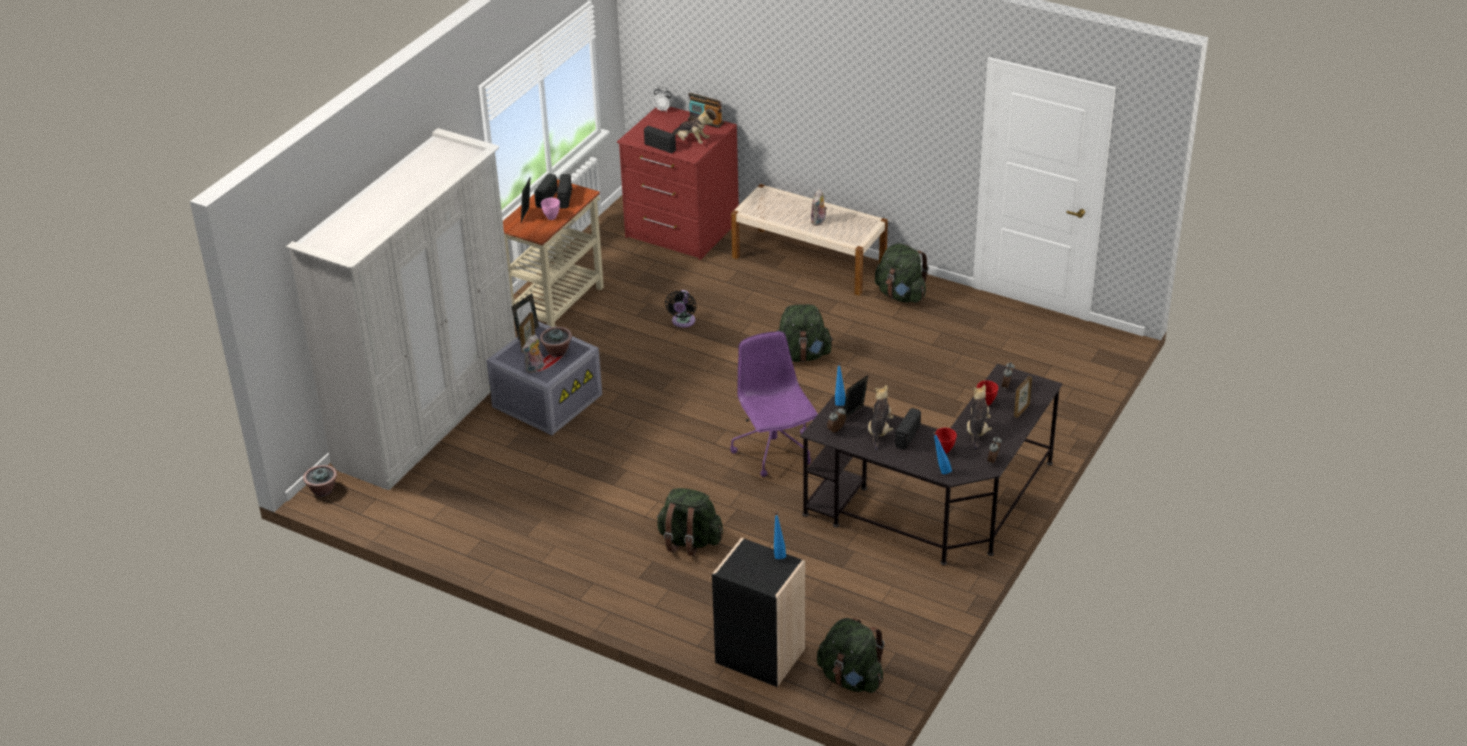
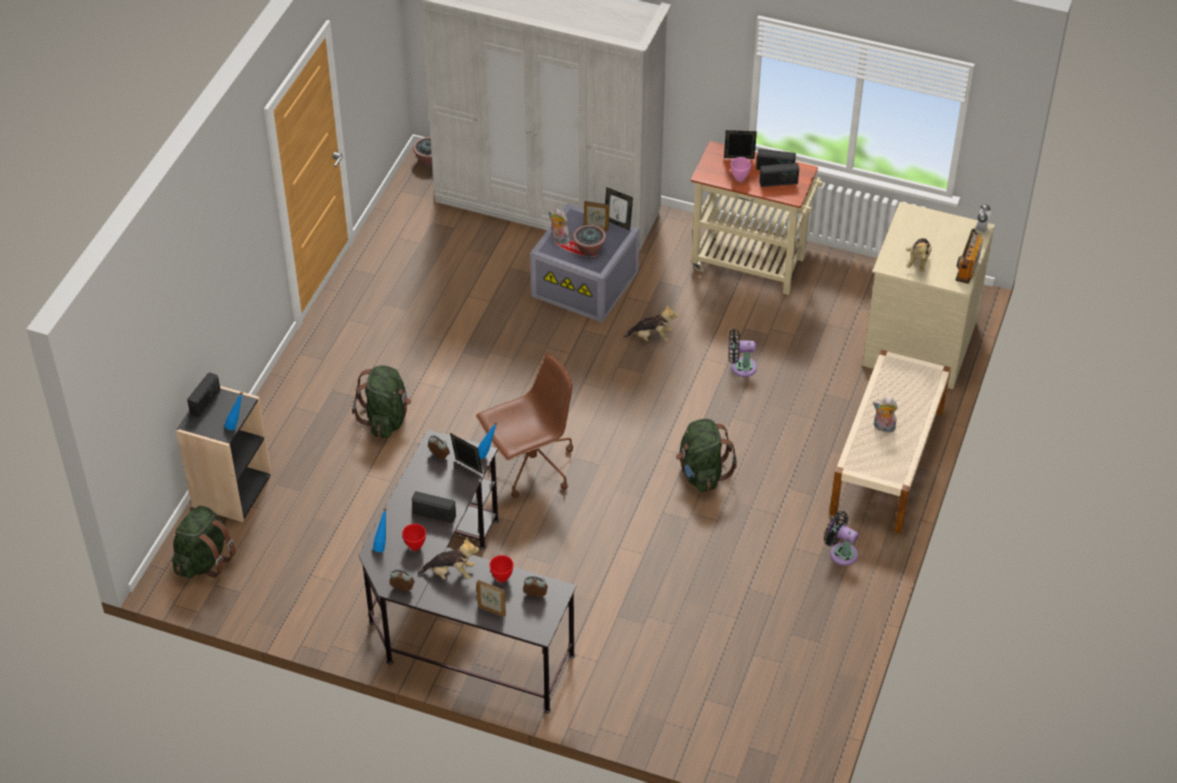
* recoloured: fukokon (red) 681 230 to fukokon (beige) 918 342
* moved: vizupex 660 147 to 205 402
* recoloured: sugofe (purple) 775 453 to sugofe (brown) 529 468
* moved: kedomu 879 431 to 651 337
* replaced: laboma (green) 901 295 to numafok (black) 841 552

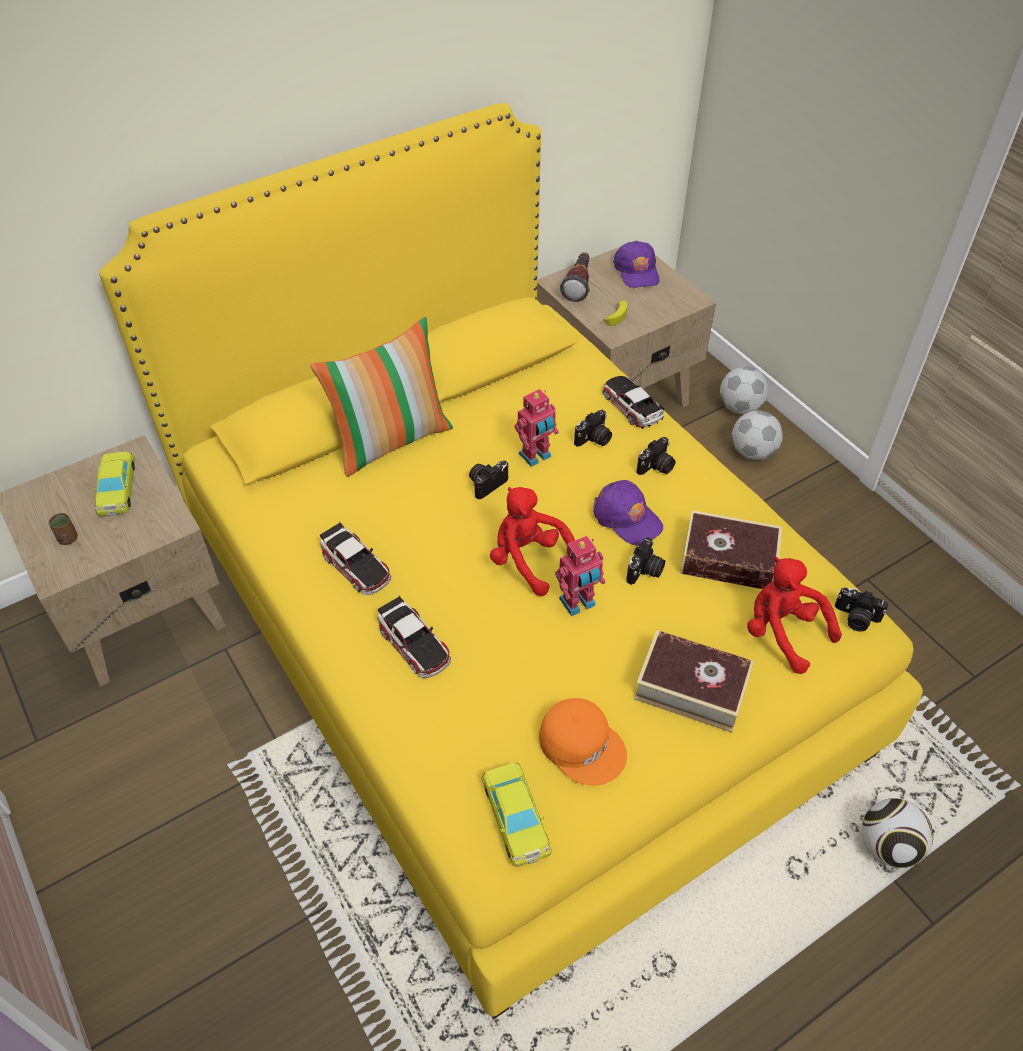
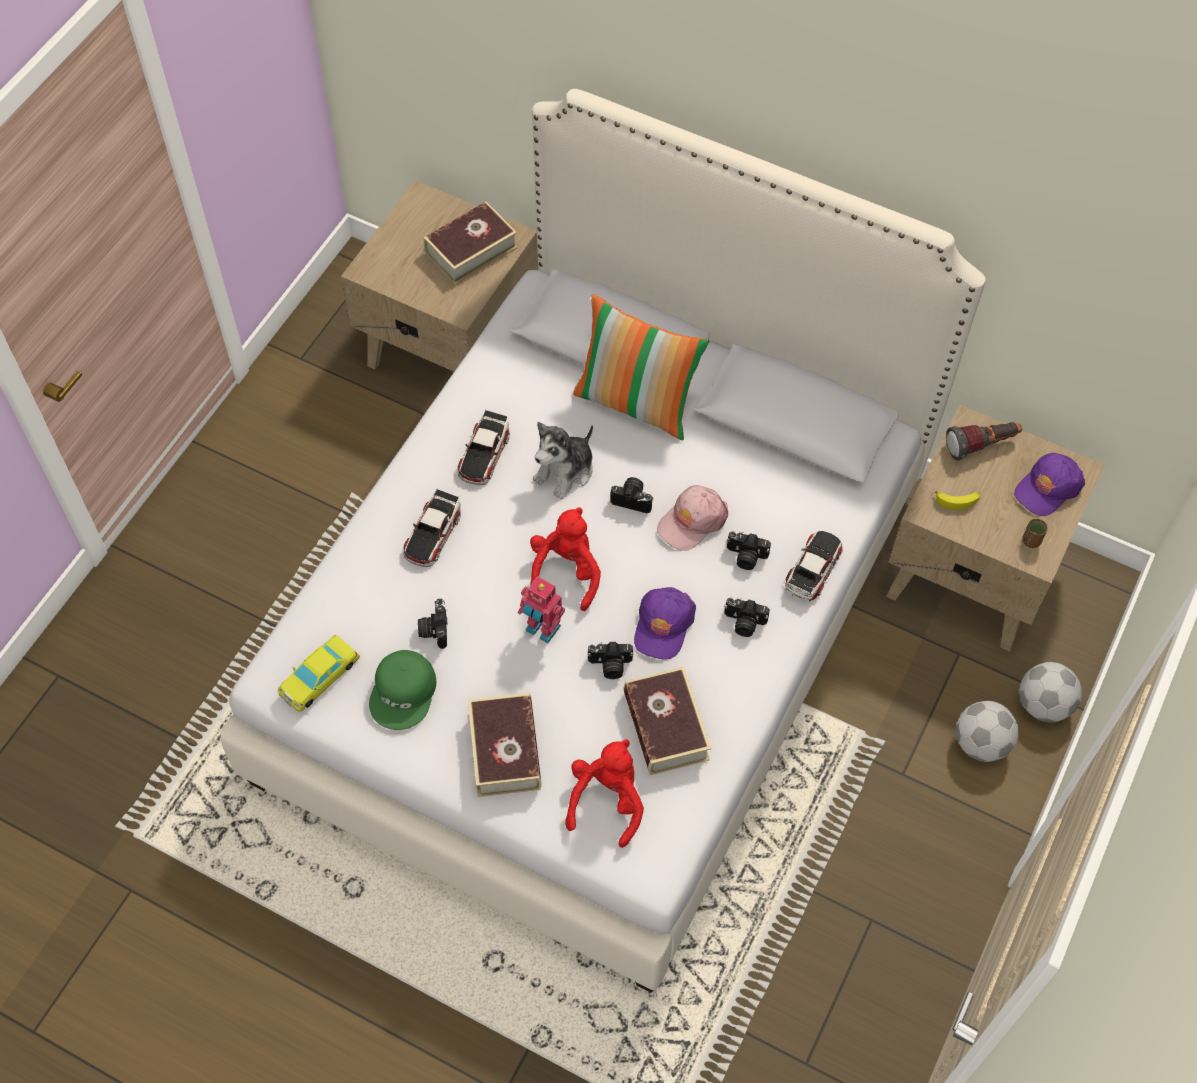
* moved: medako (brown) 68 539 to 1031 541
* replaced: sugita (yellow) 116 488 to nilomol 471 250
* recoloured: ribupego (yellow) 509 635 to ribupego (white) 596 628
* replaced: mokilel 536 456 to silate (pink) 692 521
* recoloured: silate (orange) 582 744 to silate (green) 404 693
* moved: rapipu 855 618 to 434 629
* removed: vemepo 888 847
* added: kedomu 565 471

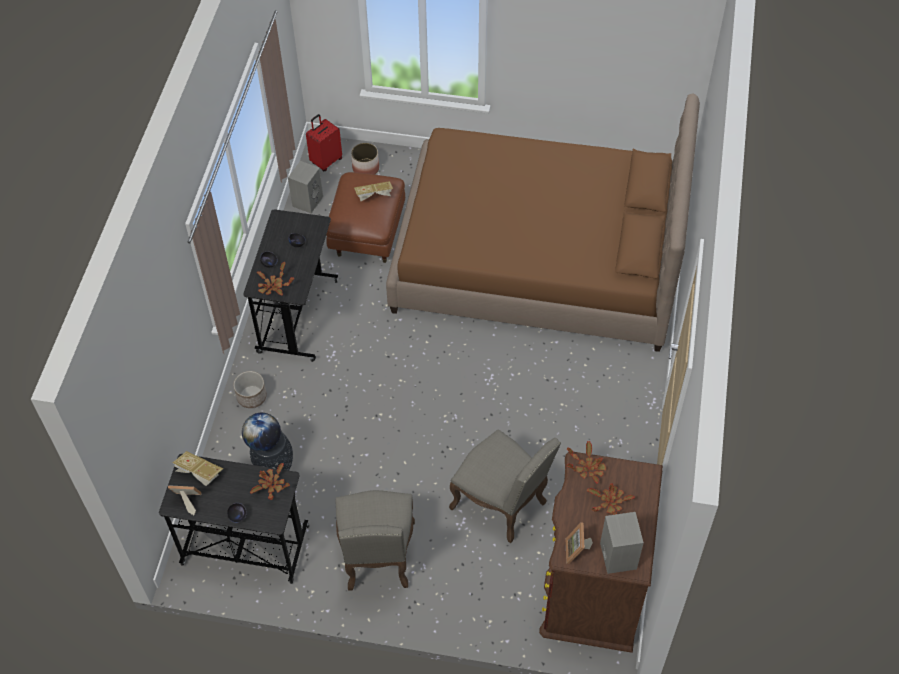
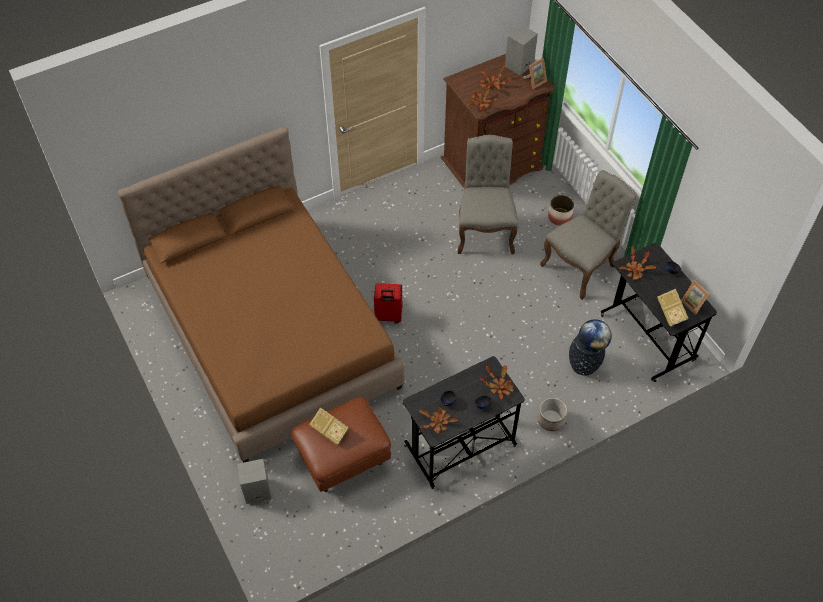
* moved: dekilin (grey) 307 201 to 256 492
* moved: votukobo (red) 326 161 to 388 316
* moved: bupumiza 365 168 to 560 217
* added: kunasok 437 423

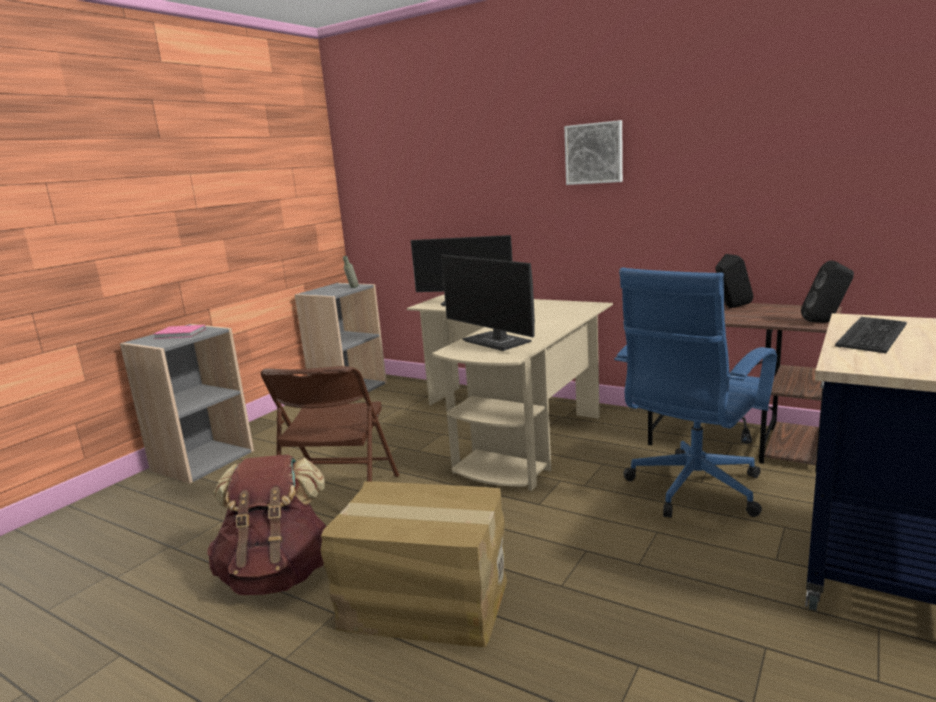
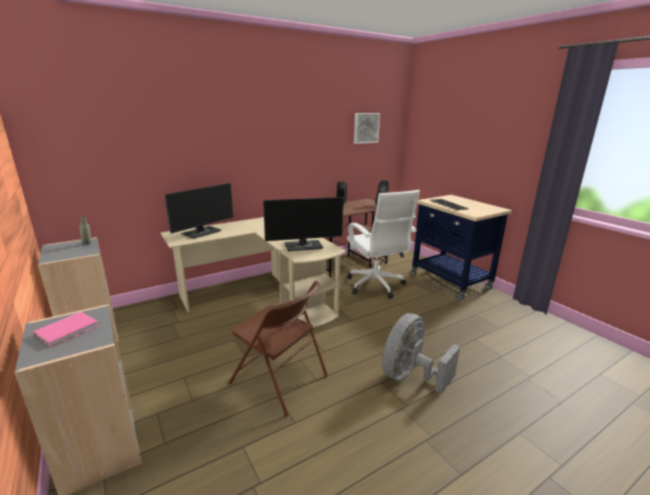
* removed: laboma (brown) 278 574
* replaced: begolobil 424 603 to numafok (grey) 410 376
* moved: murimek 594 153 to 365 128
* recoloured: sugofe (blue) 692 491 to sugofe (white) 376 286

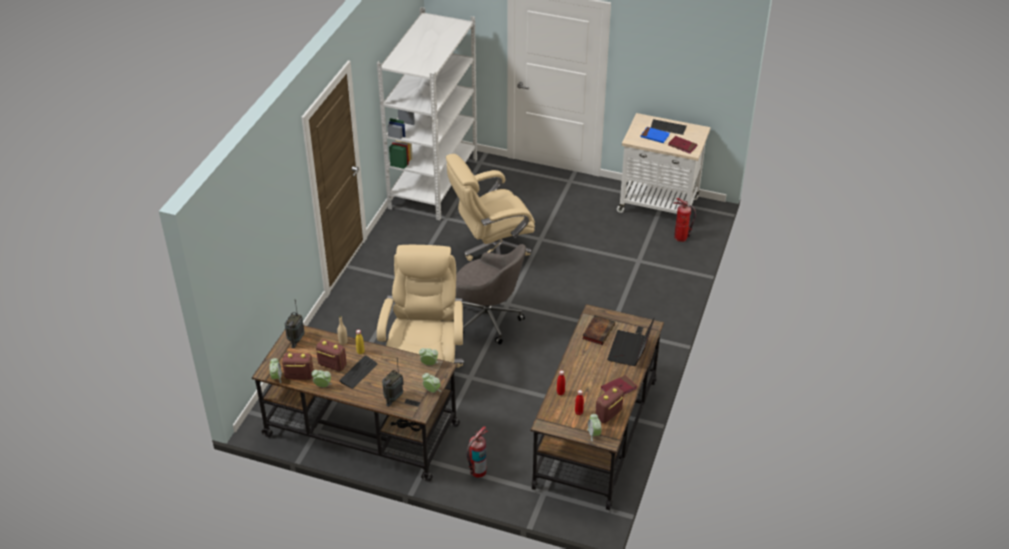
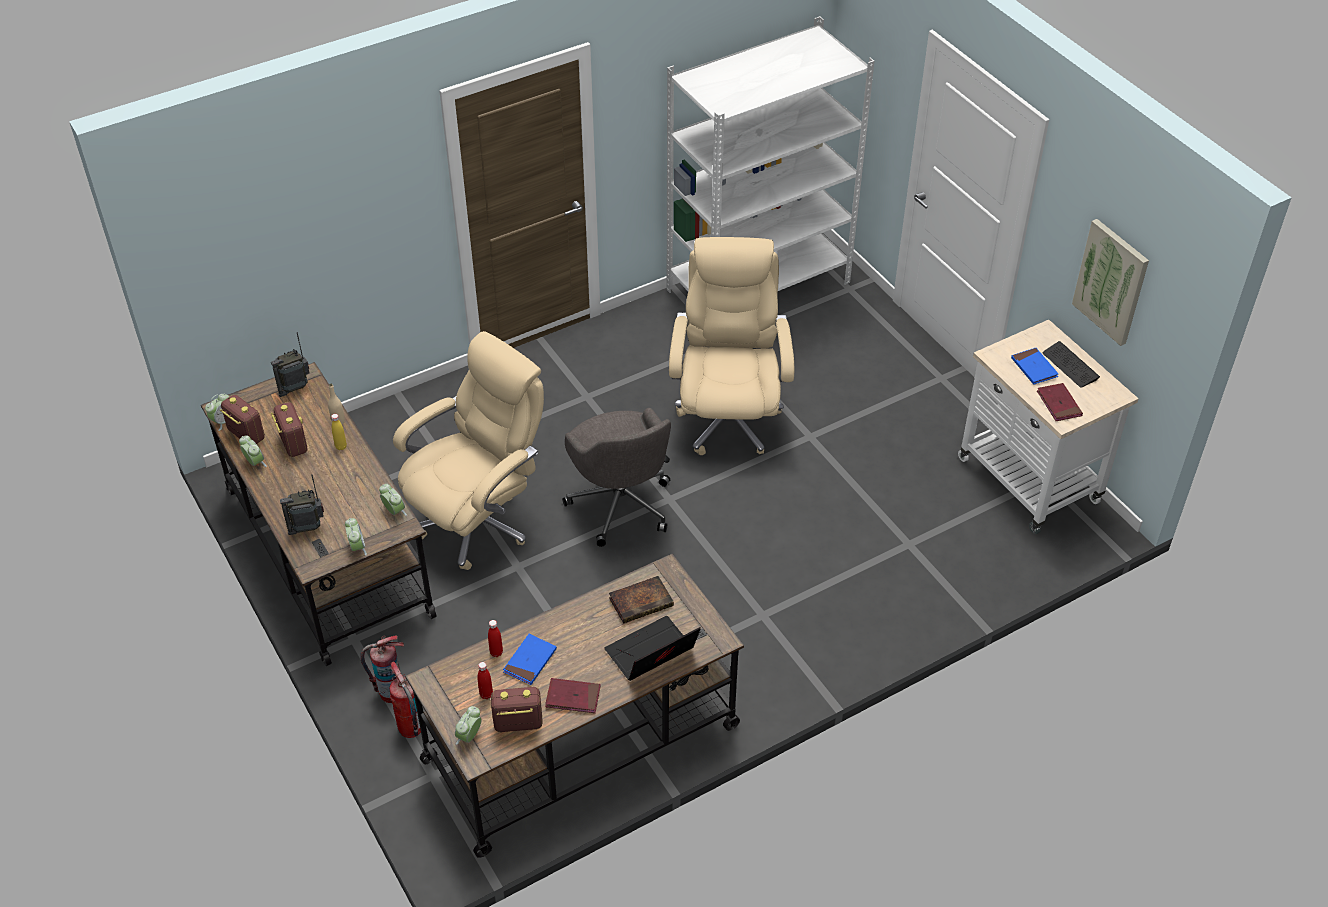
* removed: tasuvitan 358 373
* turned: sugofe (beige) 492 252 = 728 418 75 degrees clockwise
* moved: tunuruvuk 680 238 to 410 728
* added: nilomol (blue) 530 661
* added: murimek 1111 281

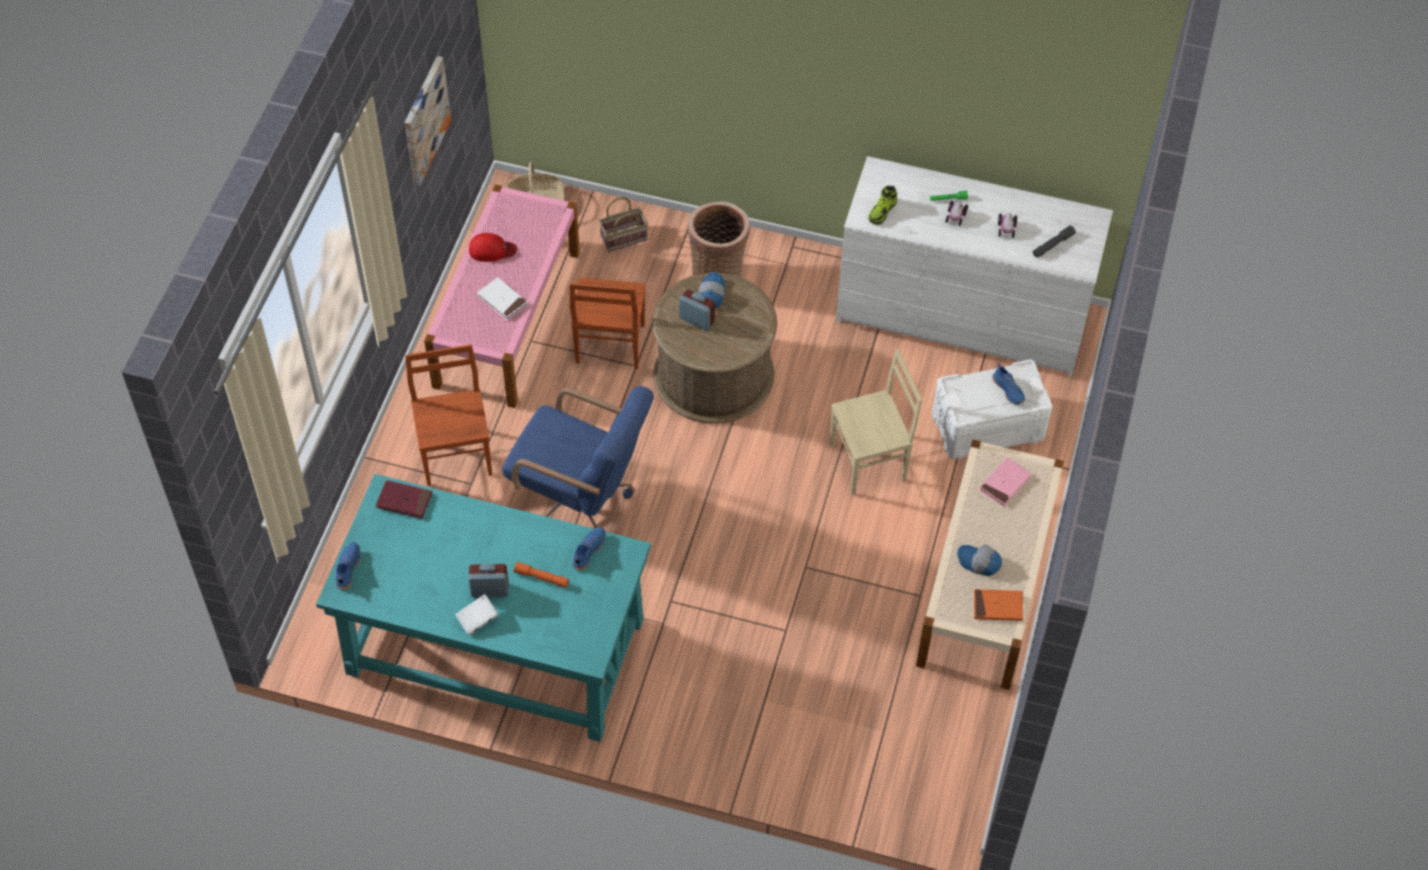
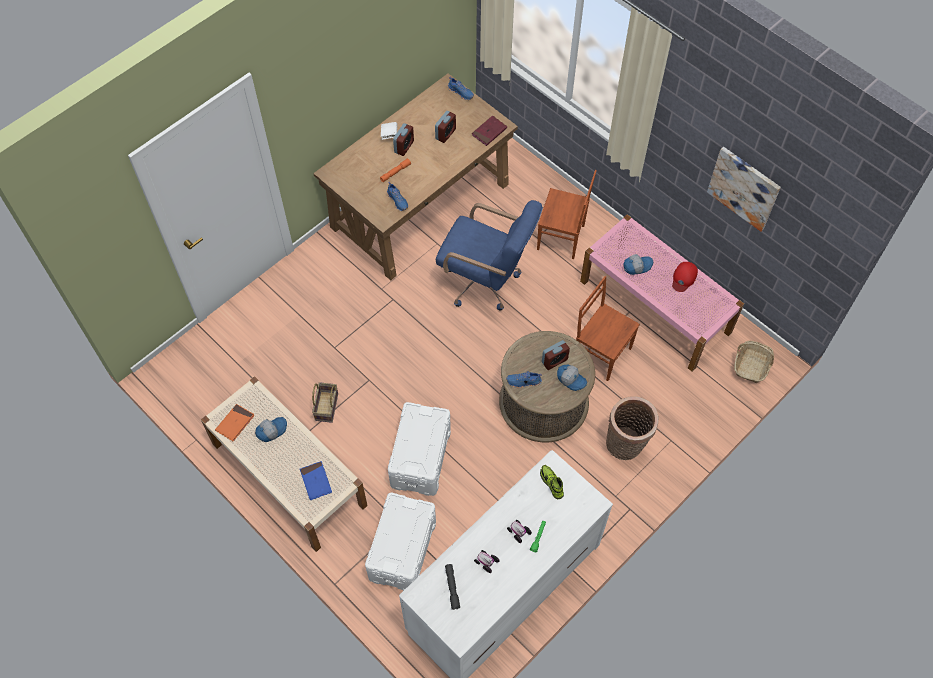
* recoloured: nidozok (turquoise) 495 647 to nidozok (brown) 420 205
* replaced: nilomol (white) 502 300 to silate 637 266
* turned: sugofe (blue) 581 507 = 486 284 120 degrees counterclockwise
* moved: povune 624 237 to 327 408
* replaced: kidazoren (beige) 869 463 to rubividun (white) 420 457
* recoloured: nilomol (pink) 1005 483 to nilomol (blue) 316 481
* moved: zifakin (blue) 1009 390 to 523 382
* added: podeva 445 134

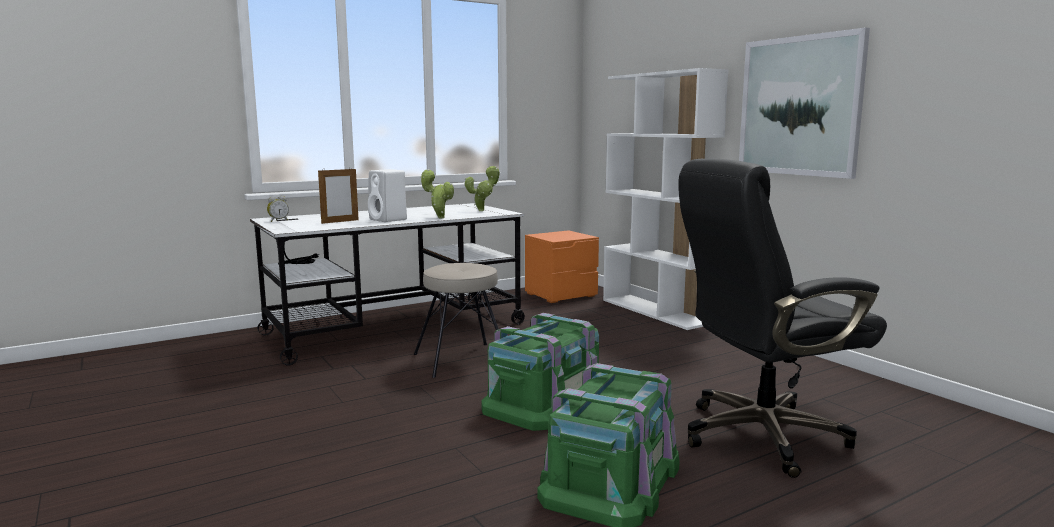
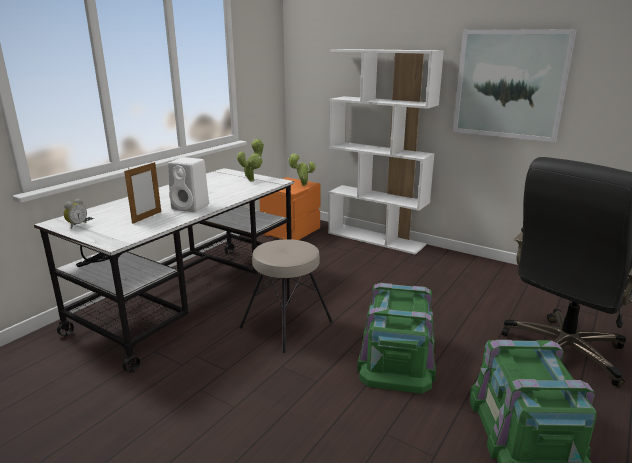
* moved: kunasok 439 217 to 302 185

